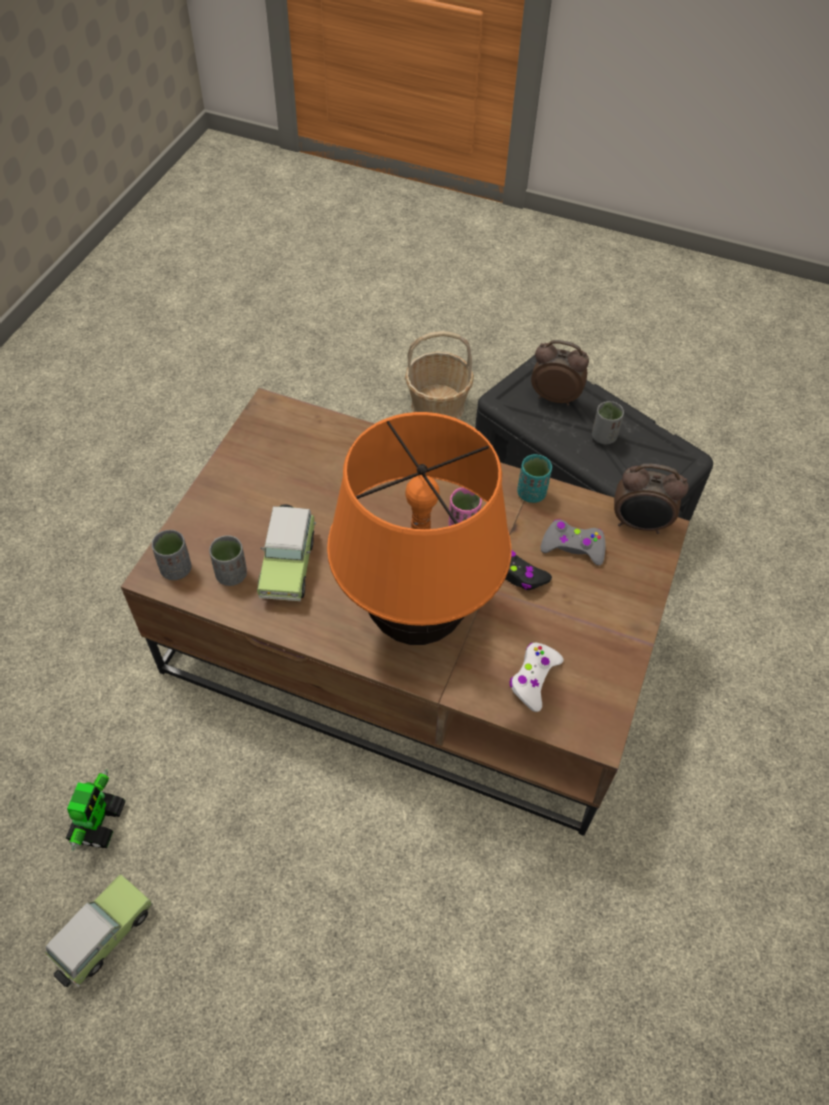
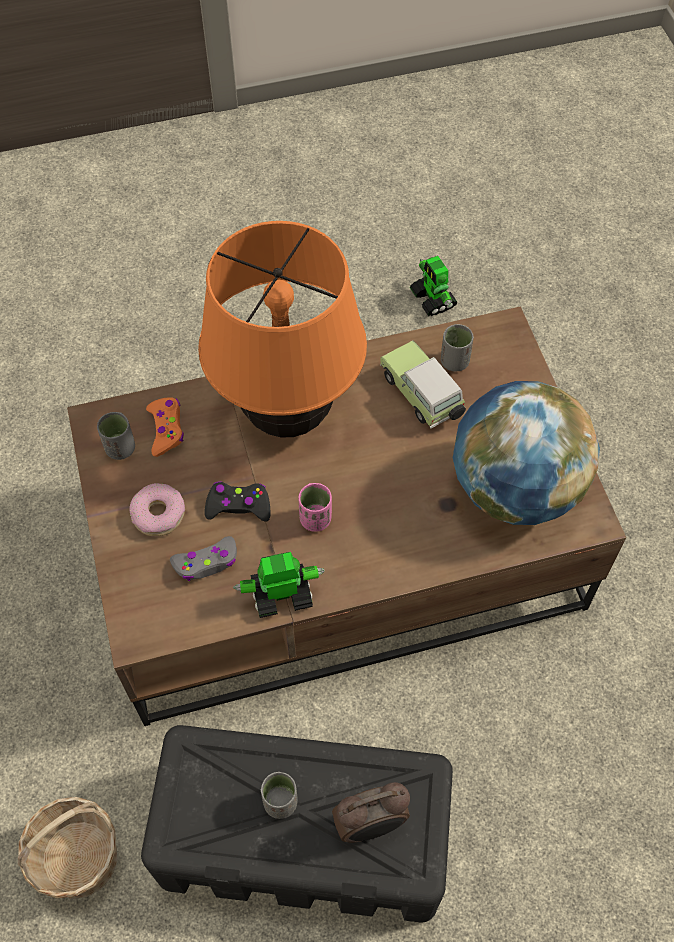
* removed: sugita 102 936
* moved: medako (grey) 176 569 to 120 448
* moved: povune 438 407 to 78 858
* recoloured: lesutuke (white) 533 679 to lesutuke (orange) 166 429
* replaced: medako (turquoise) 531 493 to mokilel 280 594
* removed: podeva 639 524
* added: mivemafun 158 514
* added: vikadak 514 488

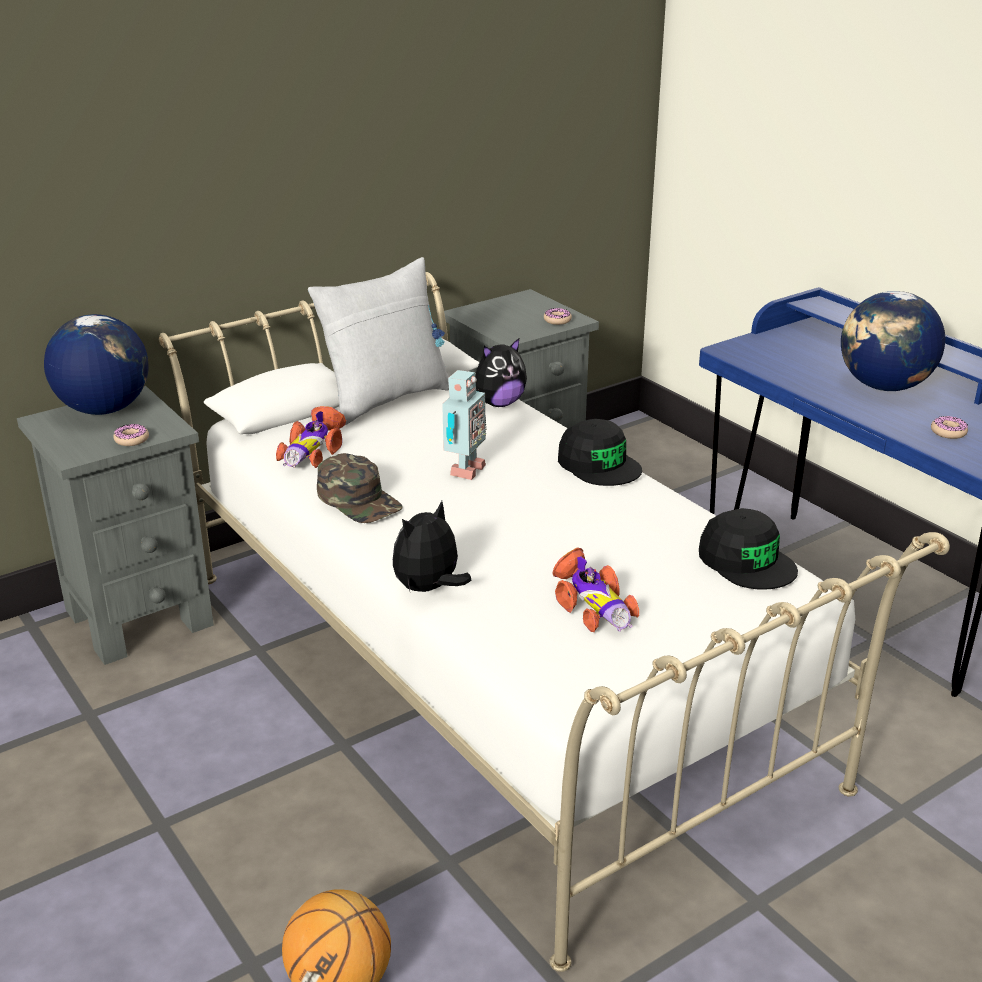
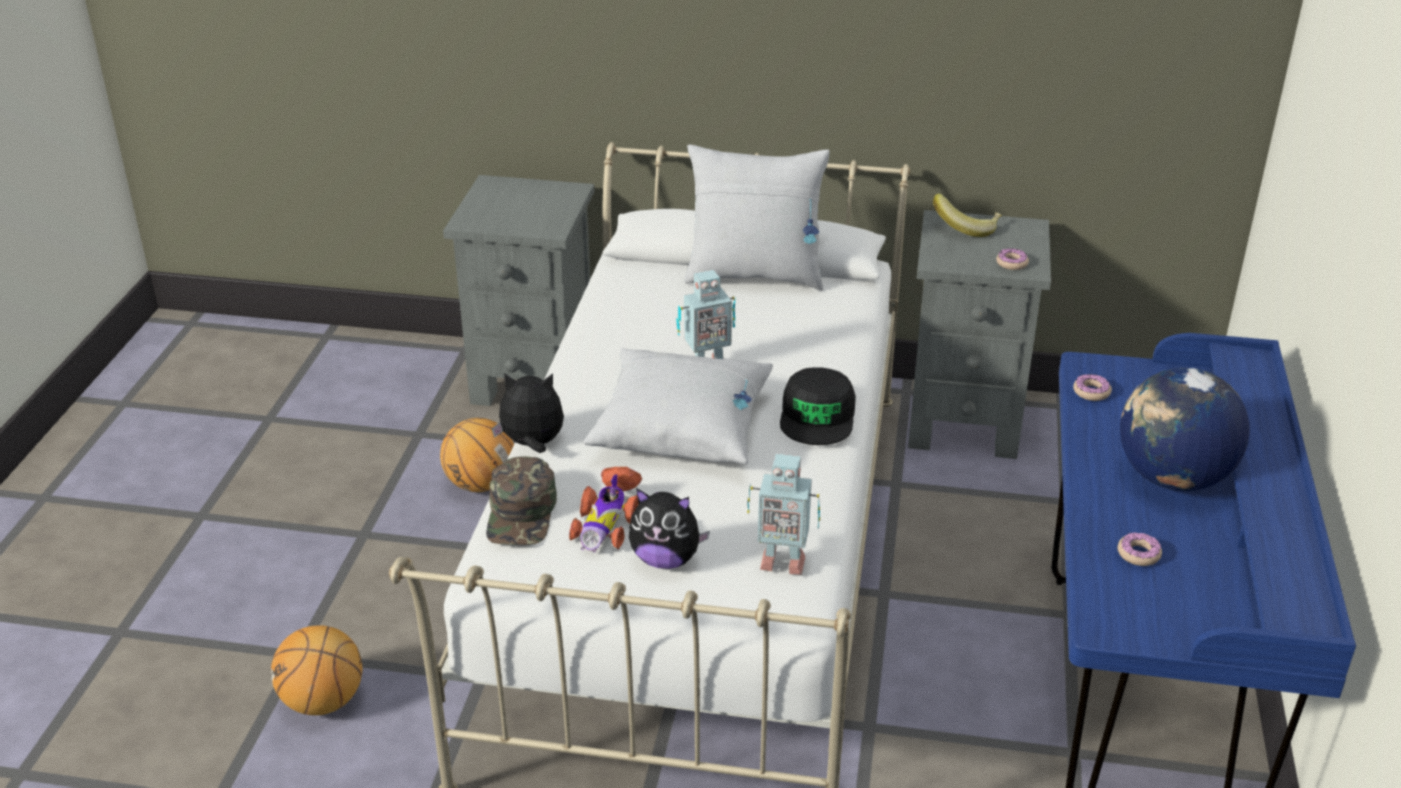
* removed: vikadak 104 409
* moved: mivemafun 131 440 to 1091 392
* removed: sugita 312 451
* moved: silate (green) 359 500 to 522 513
* moved: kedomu 498 403 to 666 559
* replaced: silate (black) 746 561 to mokilel 781 561
* added: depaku 480 484
* added: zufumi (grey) 681 430
* added: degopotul 966 228

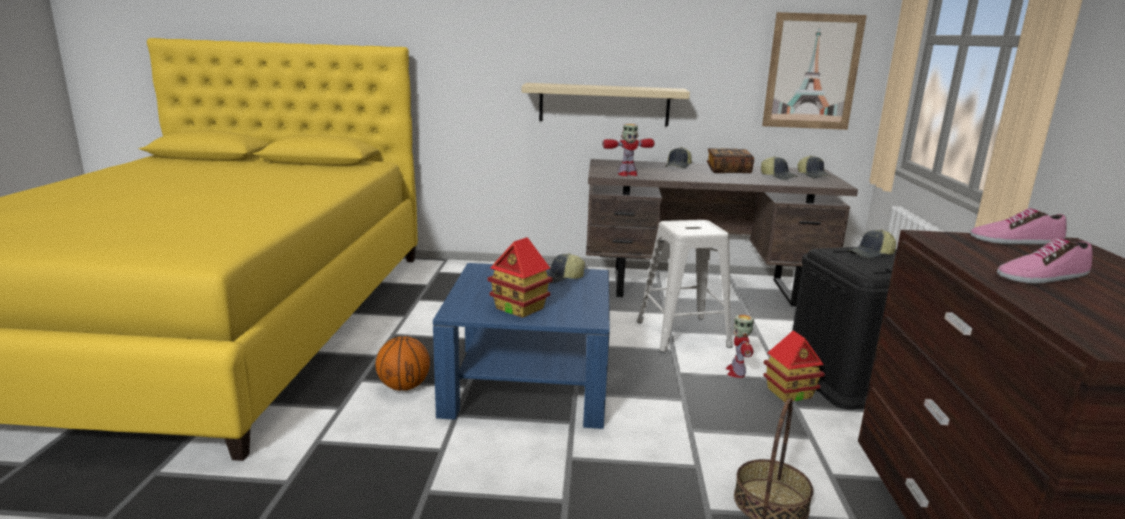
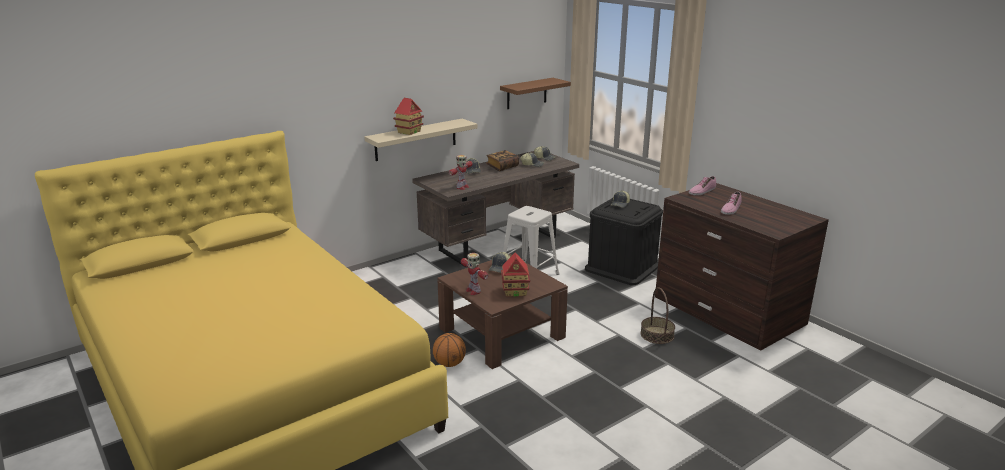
* recoloured: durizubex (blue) 528 382 to durizubex (brown) 501 333
* moved: mokilel 736 372 to 473 291
* replaced: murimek 812 72 to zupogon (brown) 526 93
* moved: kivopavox 789 393 to 409 132

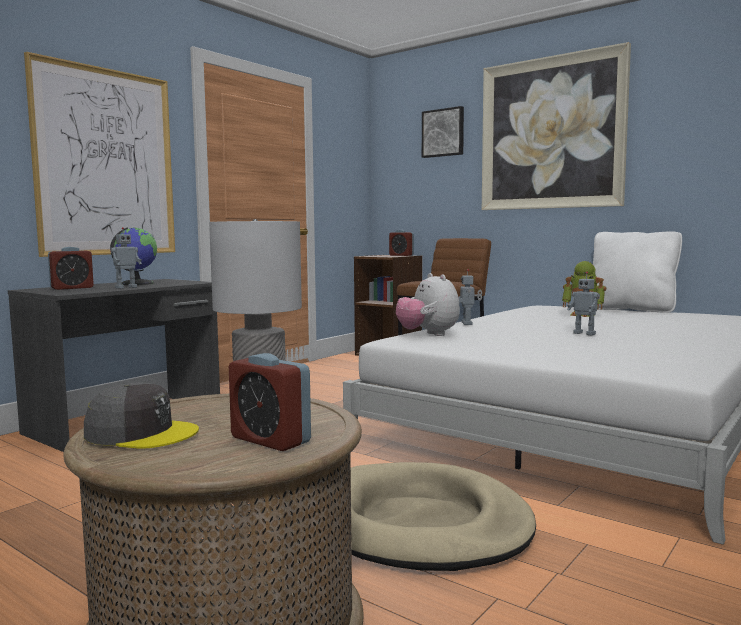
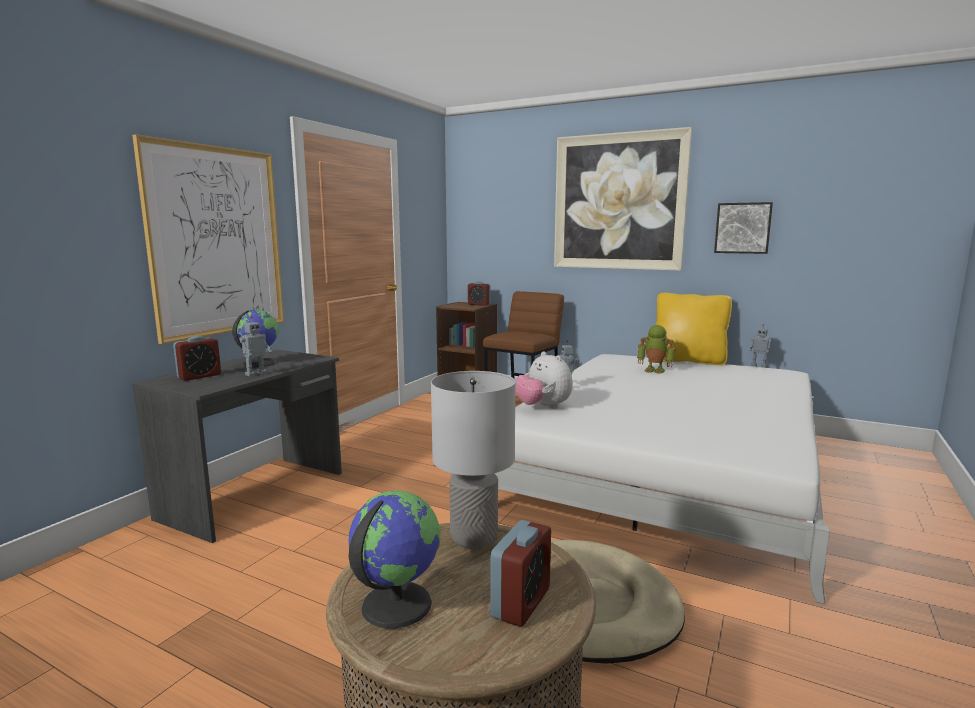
* replaced: silate (grey) 141 433 to vikadak 395 604
* turned: podeva 270 440 = 521 603 90 degrees counterclockwise
* moved: murimek 443 133 to 743 228
* moved: mokilel 585 333 to 759 365
* recoloured: zufumi (white) 631 309 to zufumi (yellow) 688 361

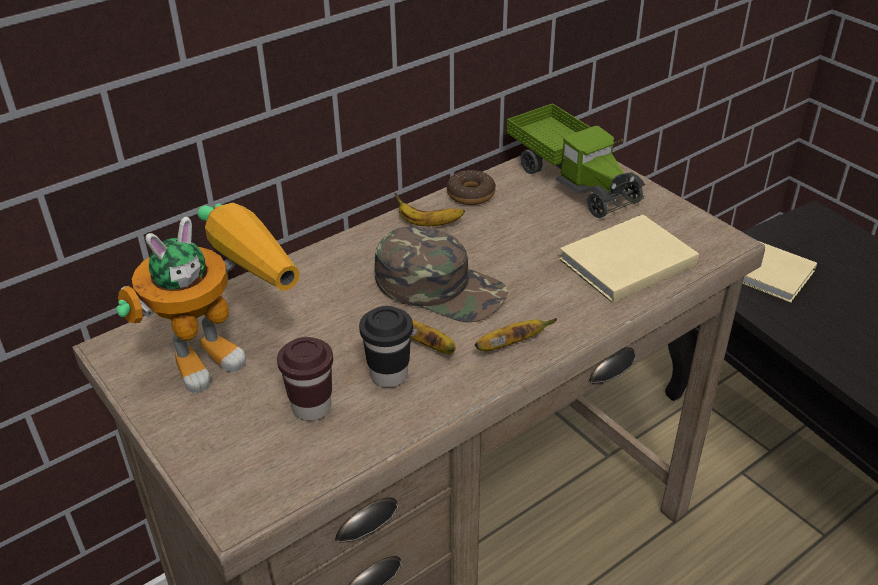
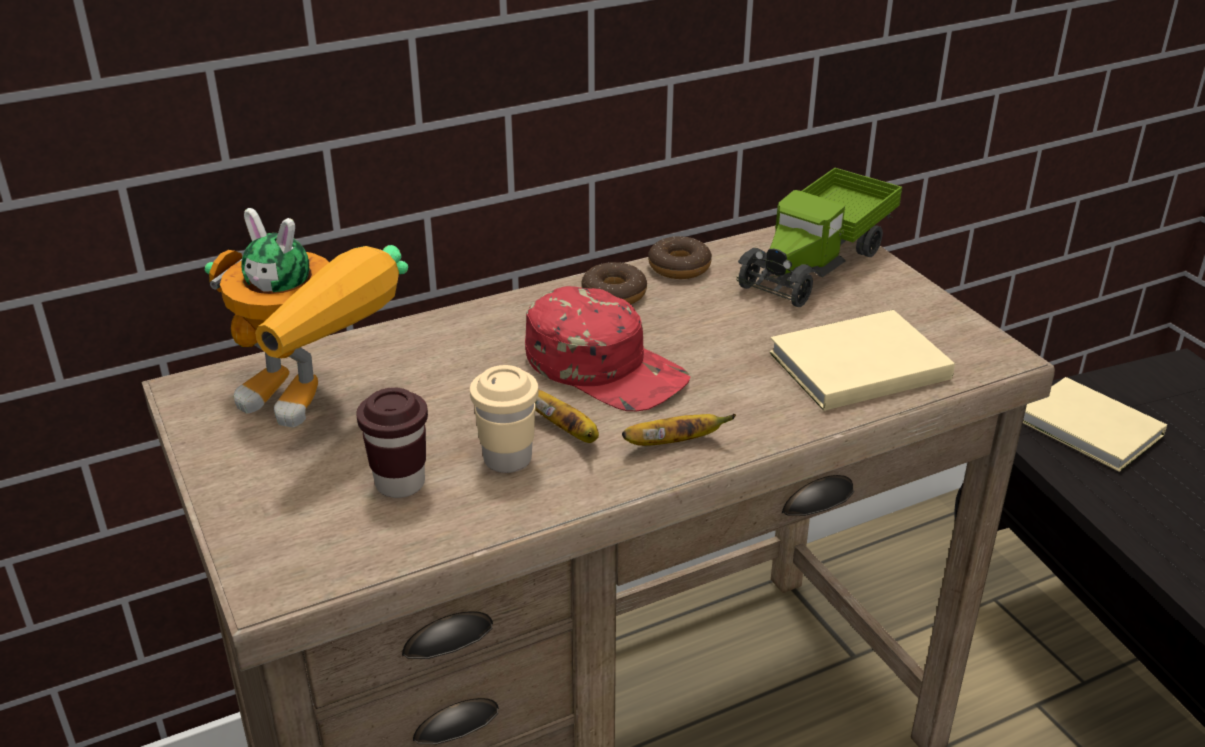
* turned: mokilel 226 349 = 319 405 60 degrees clockwise
* recoloured: medako (black) 389 375 to medako (beige) 507 459
* recoloured: silate (green) 440 286 to silate (red) 606 367
* replaced: degopotul 428 223 to mivemafun 614 294
* turned: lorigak 572 179 = 817 262 60 degrees clockwise

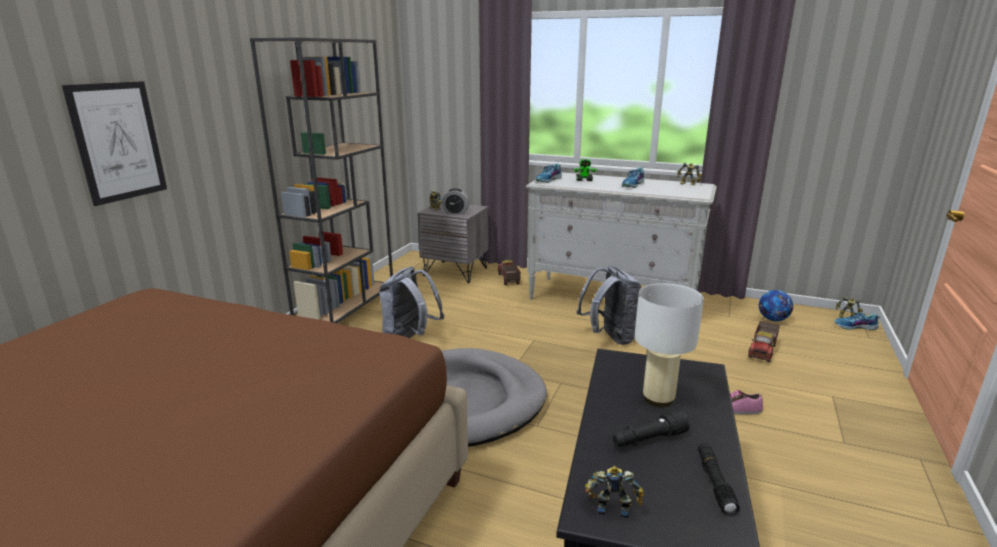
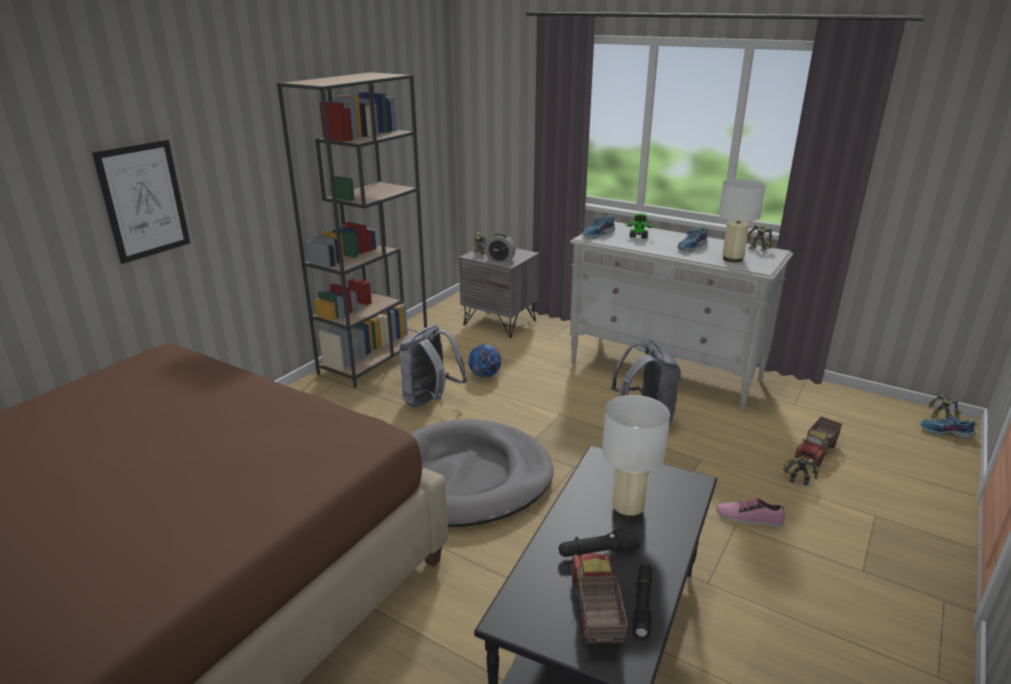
* moved: lorigak 508 279 to 595 611
* moved: mokilel 612 506 to 798 479
* moved: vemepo 773 319 to 485 375
* added: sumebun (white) 732 259

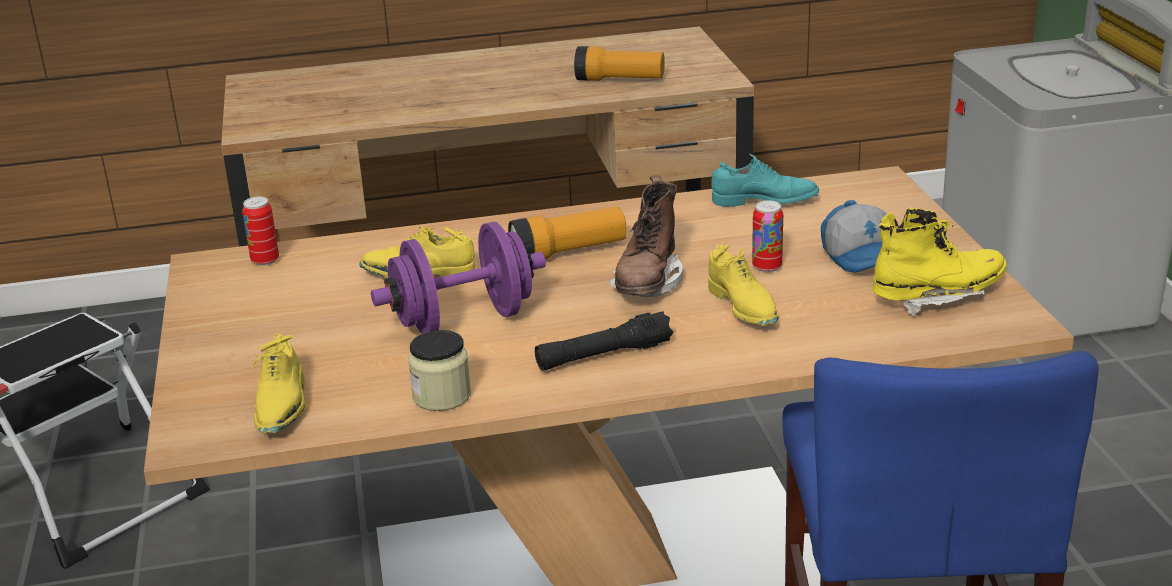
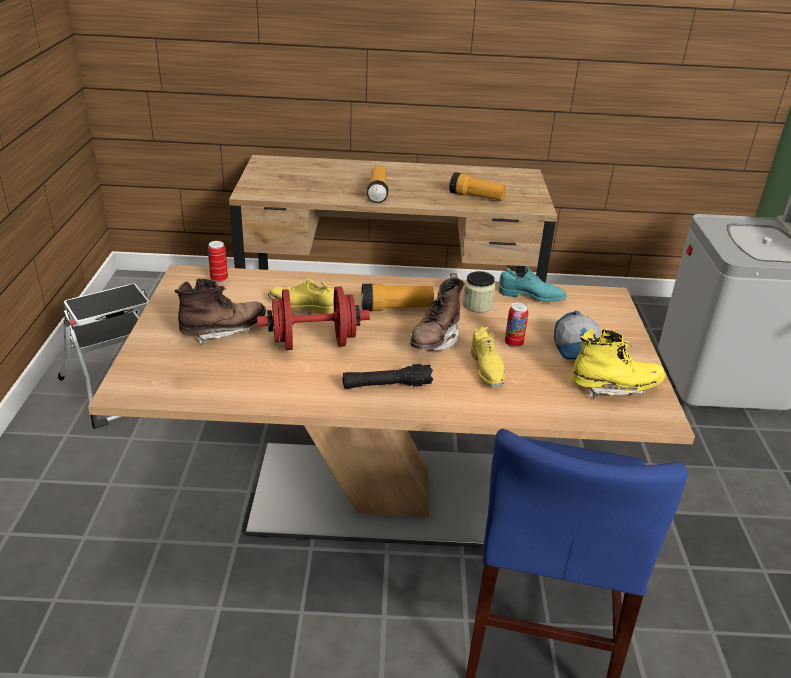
* removed: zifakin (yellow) 282 407
* recoloured: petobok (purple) 463 320 to petobok (red) 314 343
* moved: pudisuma 442 396 to 477 305
* added: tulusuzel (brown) 223 331
* added: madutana 377 192

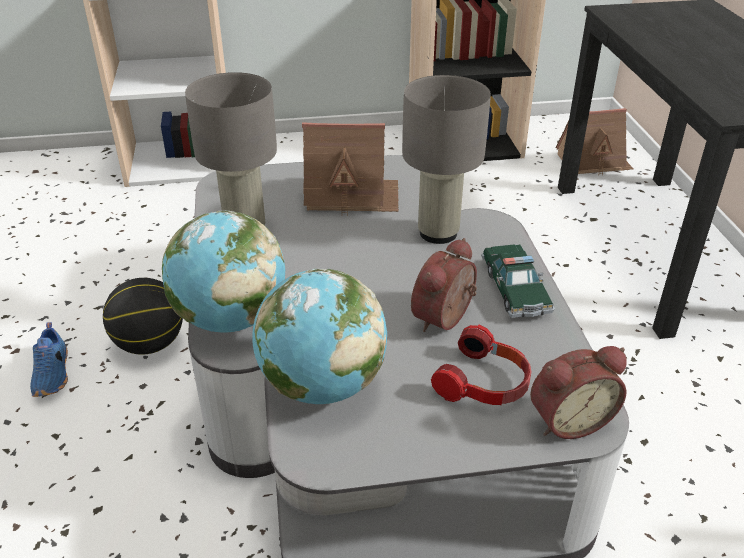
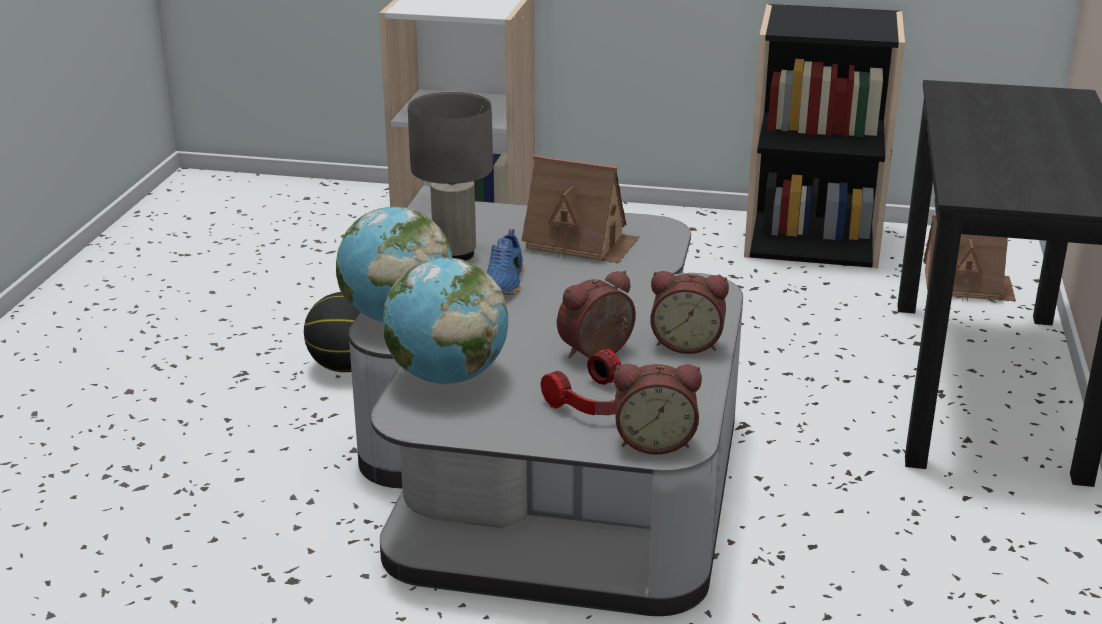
* moved: zifakin (blue) 53 374 to 505 283
* removed: sumebun (grey) 437 232
* replaced: sugita 514 289 to podeva 687 343

